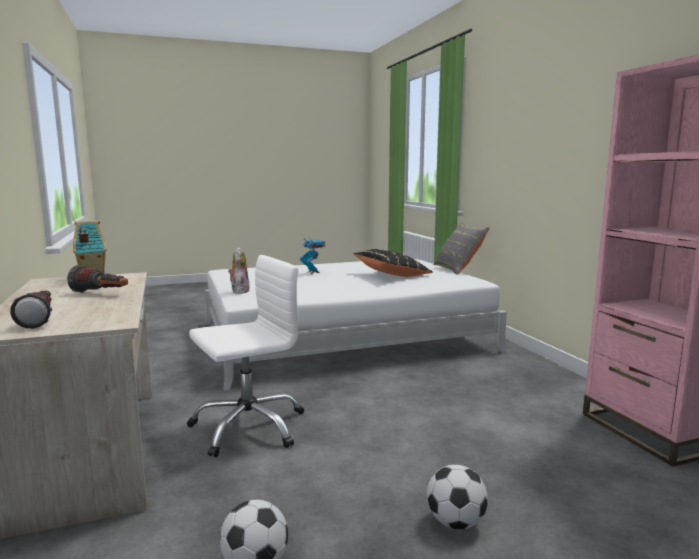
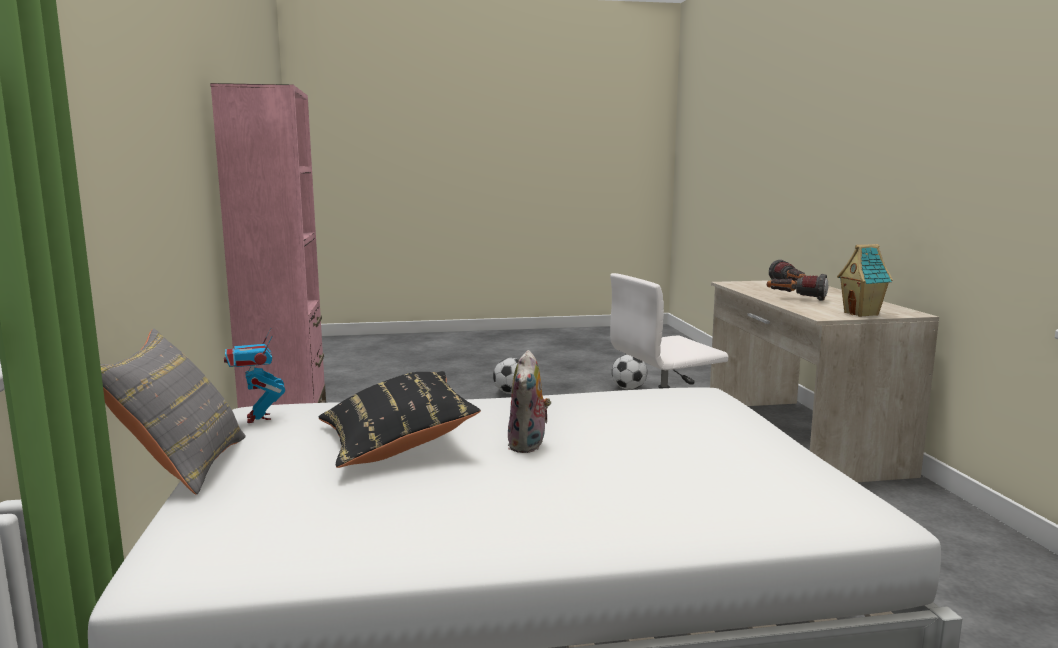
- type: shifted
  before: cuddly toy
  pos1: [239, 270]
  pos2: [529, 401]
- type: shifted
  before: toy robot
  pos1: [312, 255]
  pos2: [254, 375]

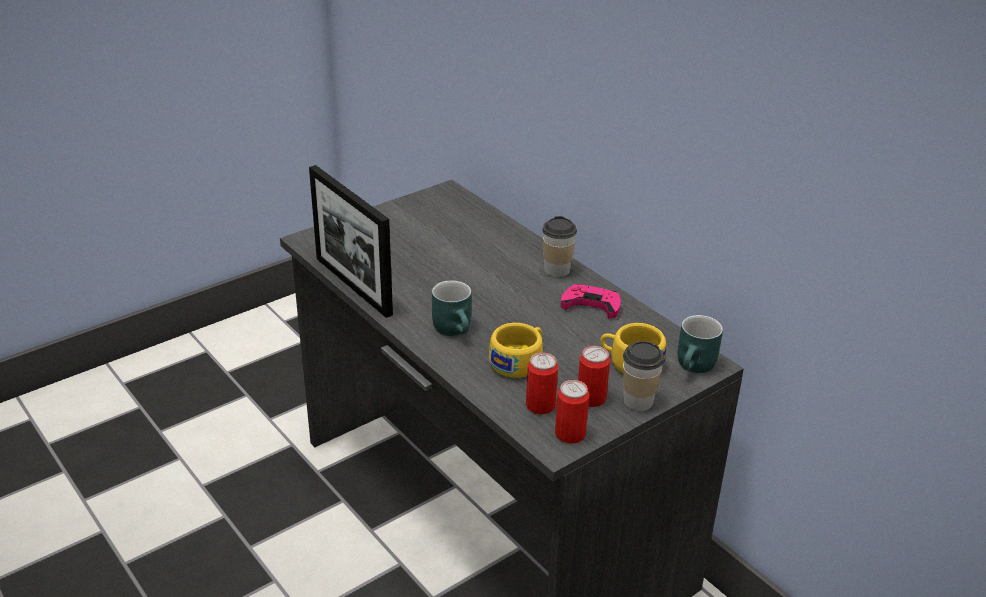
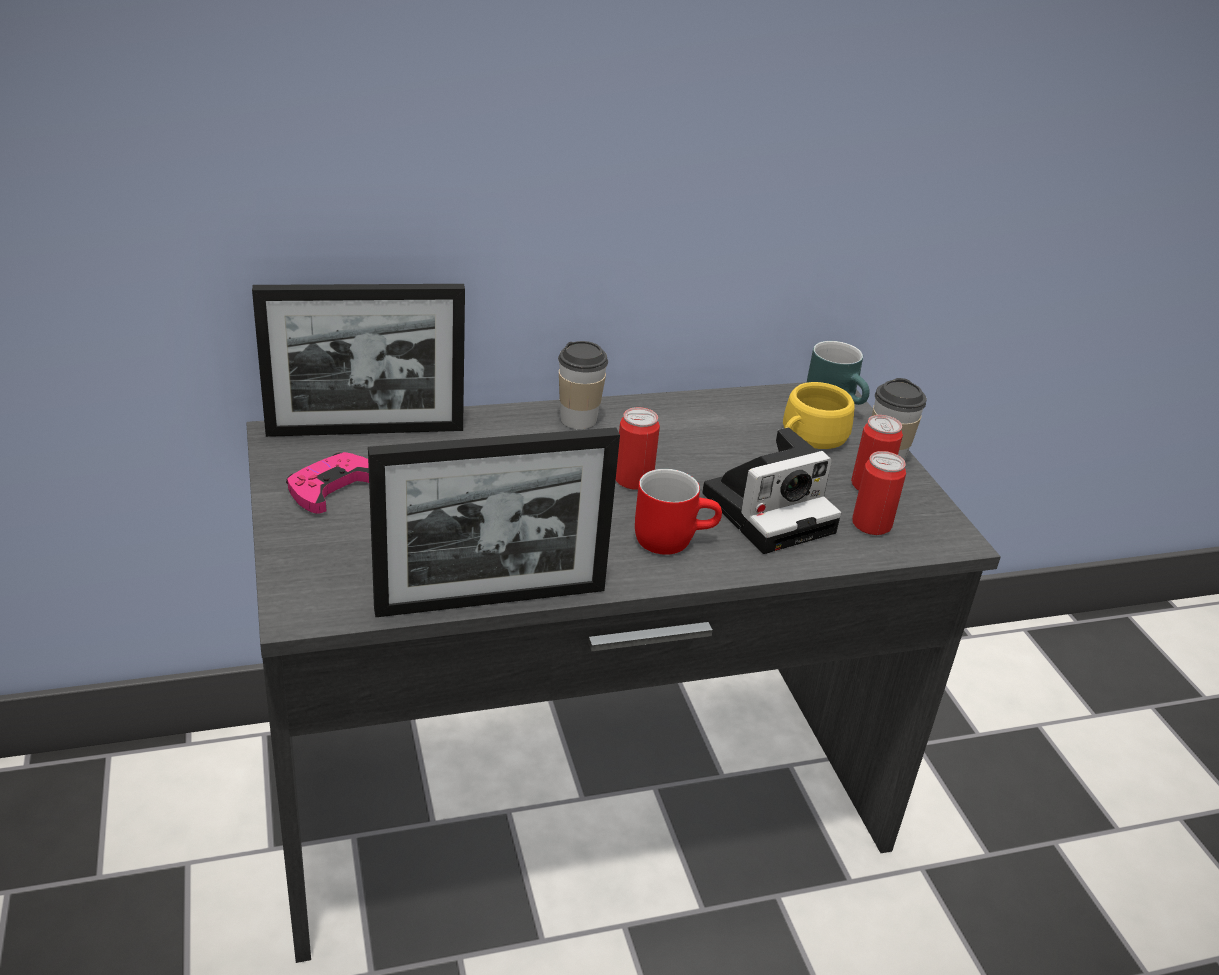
- type: new
  after: picture frame
  pos2: [358, 360]
- type: shifted
  before: can
  pos1: [572, 412]
  pos2: [638, 448]
- type: shifted
  before: joypad in pink-coloured
  pos1: [591, 301]
  pos2: [327, 483]
- type: swapped
  before: drinking cup in yellow
  after: photo camera
  pos1: [516, 350]
  pos2: [771, 491]
- type: repainted
  before: tea mug in turquoise
  after: tea mug in reddish
  pos1: [452, 308]
  pos2: [678, 512]

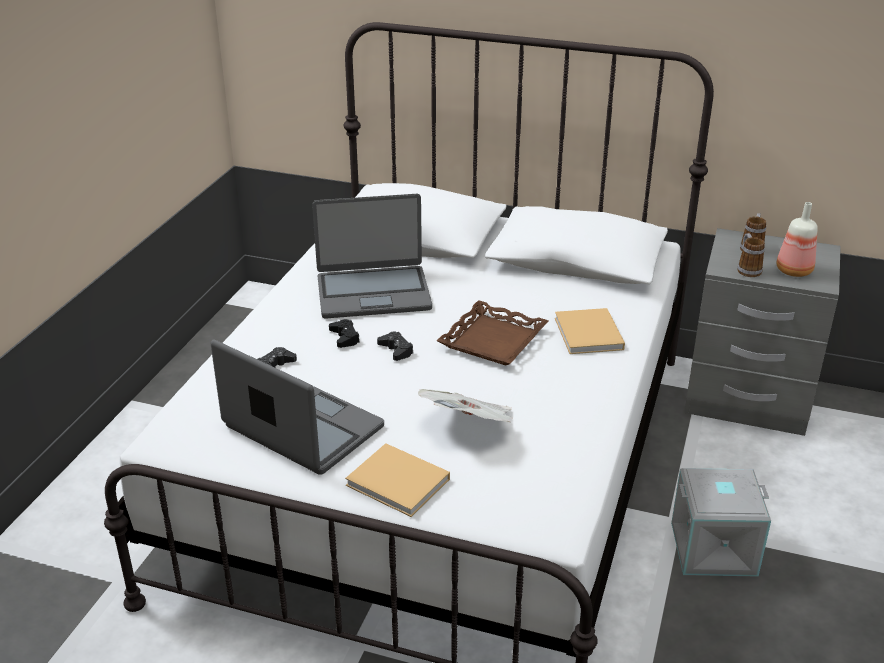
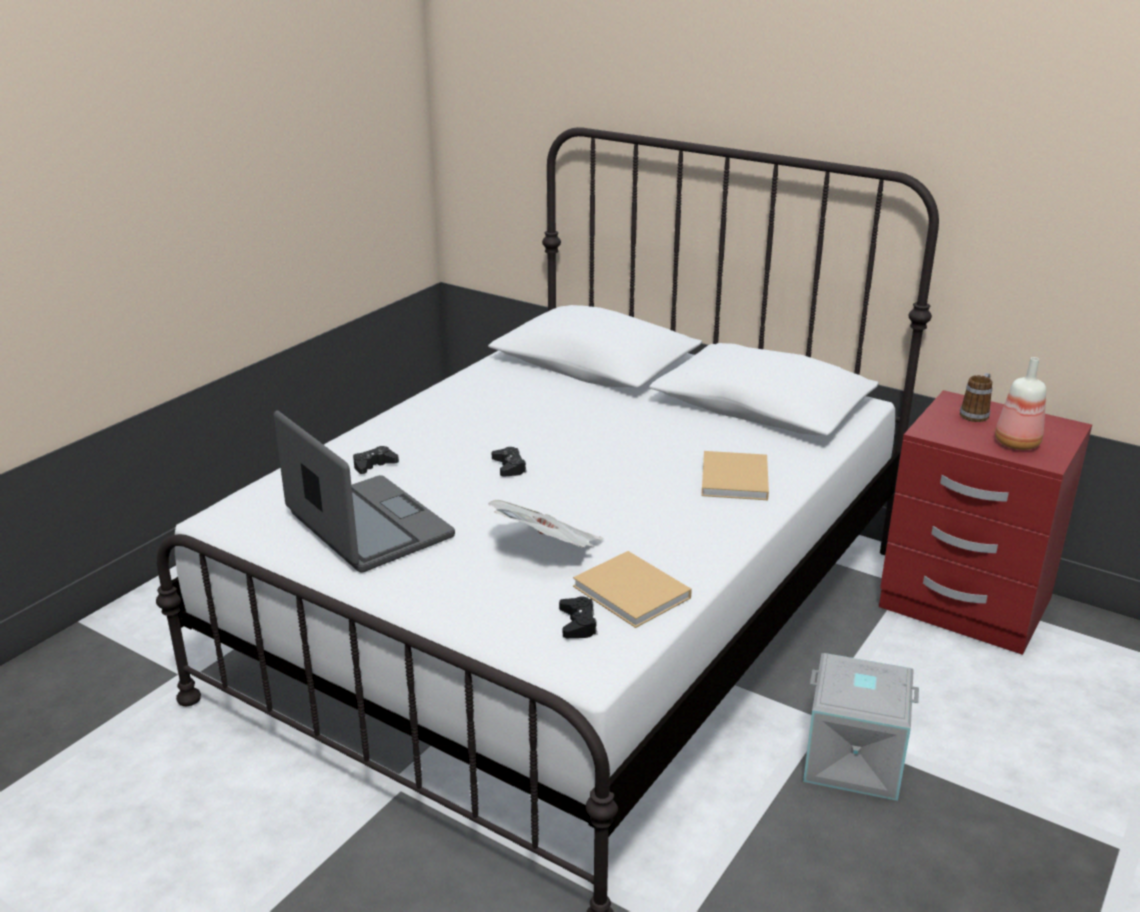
- type: gone
  before: notebook computer
  pos1: [372, 256]
- type: gone
  before: carrying tray in brown-coloured
  pos1: [492, 332]
- type: gone
  before: tea mug
  pos1: [751, 255]
- type: shifted
  before: joypad in blackish
  pos1: [344, 333]
  pos2: [578, 617]
- type: shifted
  before: bound book in sand-coloured
  pos1: [397, 480]
  pos2: [632, 589]
- type: repainted
  before: nightstand in gray
  after: nightstand in reddish
  pos1: [762, 332]
  pos2: [985, 522]

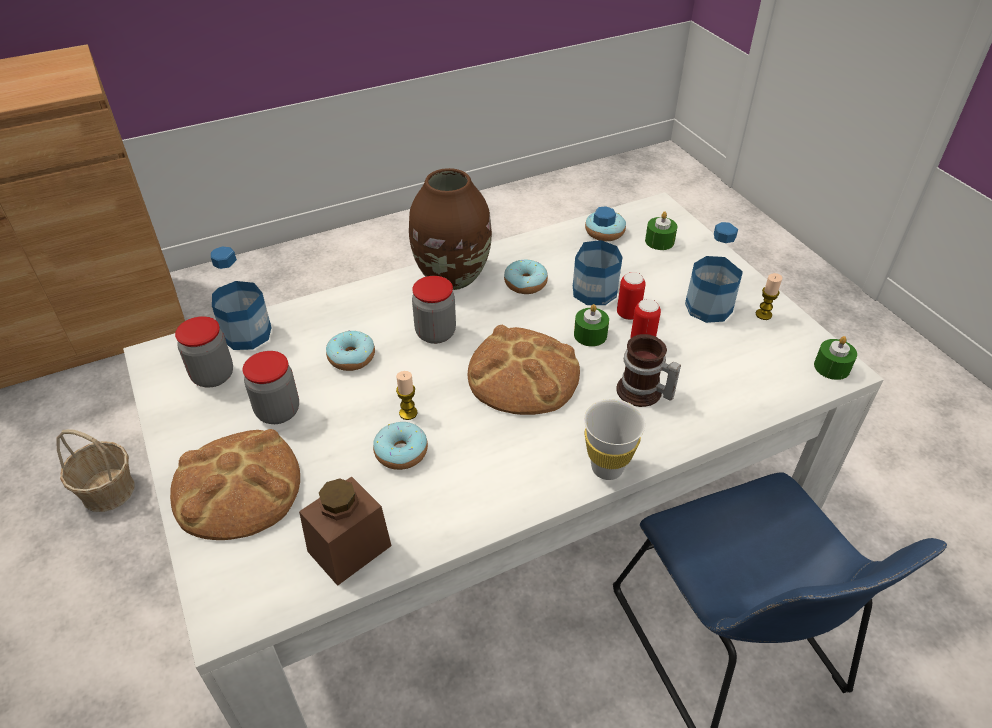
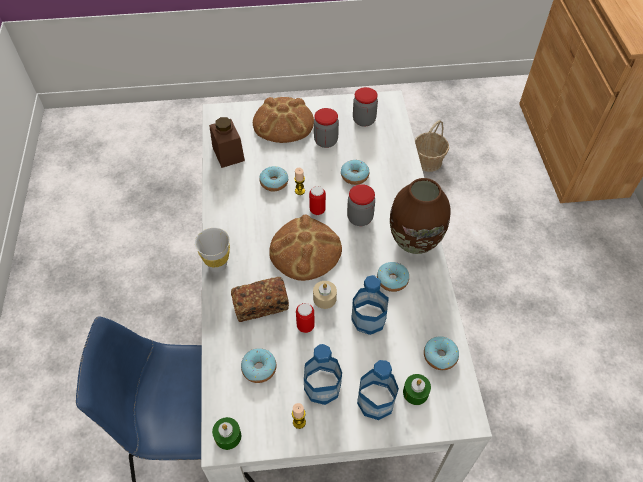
- type: new
  after: donut
  pos2: [258, 365]
- type: shifted
  before: drink bottle
  pos1: [241, 298]
  pos2: [378, 390]
- type: shifted
  before: can
  pos1: [631, 296]
  pos2: [317, 200]
- type: swapped
  before: tea mug
  after: bakery bread
  pos1: [648, 370]
  pos2: [260, 299]
- type: repainted
  before: candle in greenish
  after: candle in sand-coloured
  pos1: [591, 325]
  pos2: [325, 295]

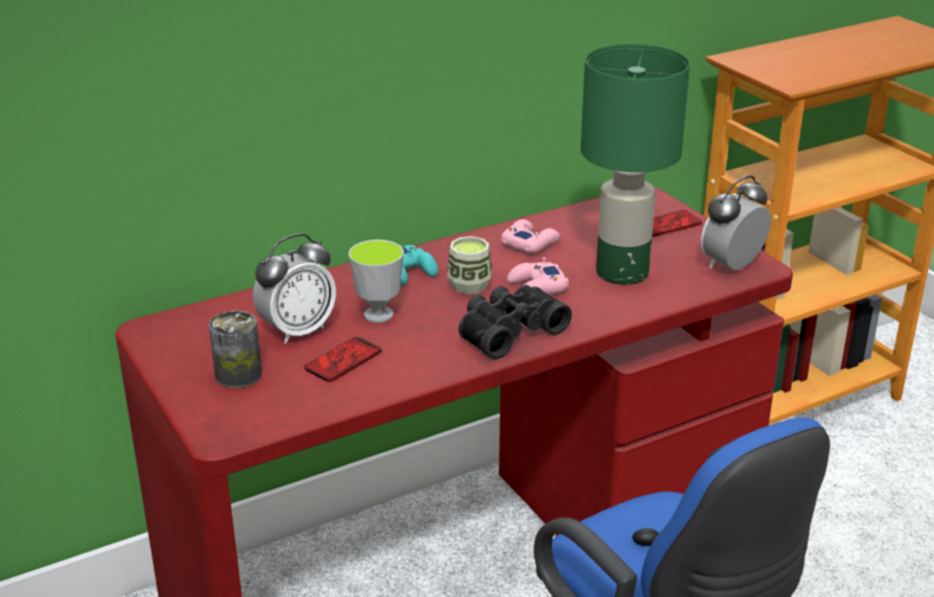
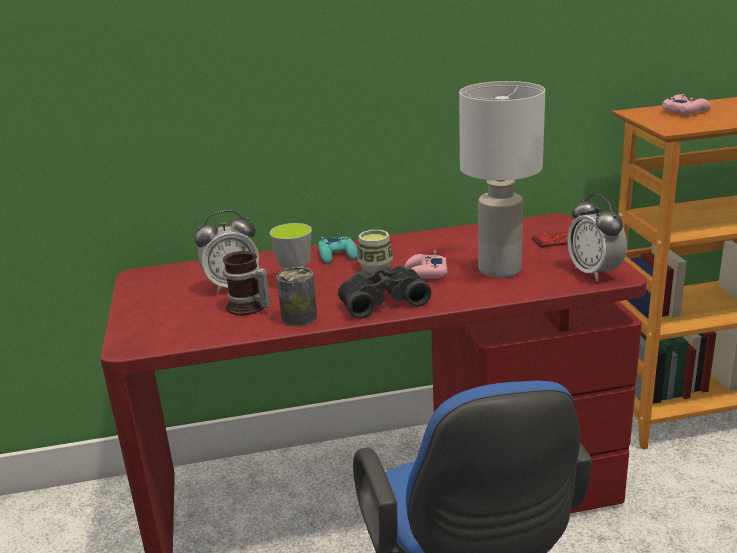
- type: shifted
  before: can
  pos1: [235, 349]
  pos2: [297, 296]
- type: shifted
  before: joypad in pink-coloured
  pos1: [530, 236]
  pos2: [686, 104]
- type: swapped
  before: phone
  after: tea mug
  pos1: [343, 359]
  pos2: [246, 283]
- type: repainted
  before: tabletop lamp in greenish
  after: tabletop lamp in white-coloured
  pos1: [635, 164]
  pos2: [502, 179]
- type: rotated
  before: alarm clock
  pos1: [736, 222]
  pos2: [597, 237]
  turn: -90

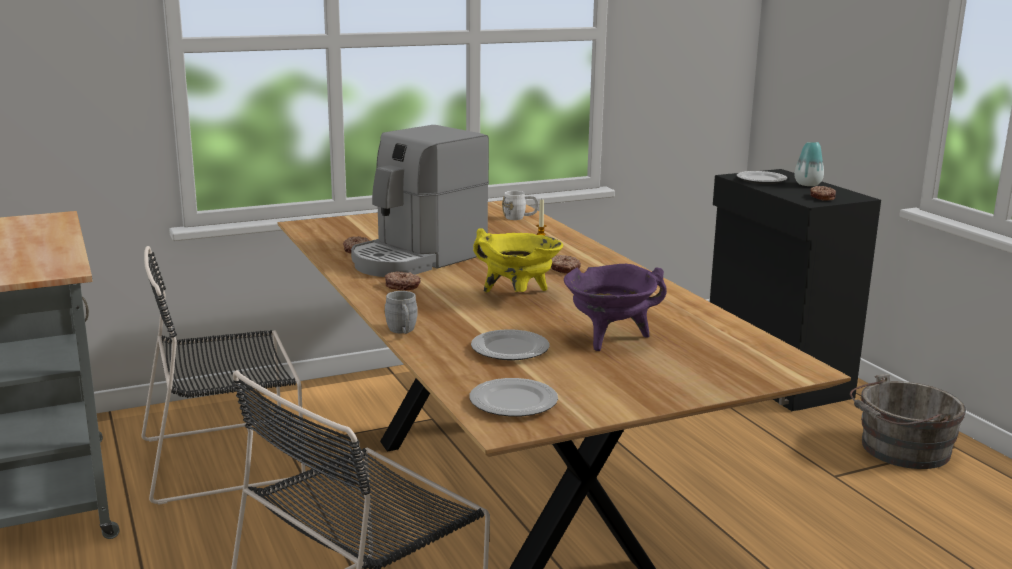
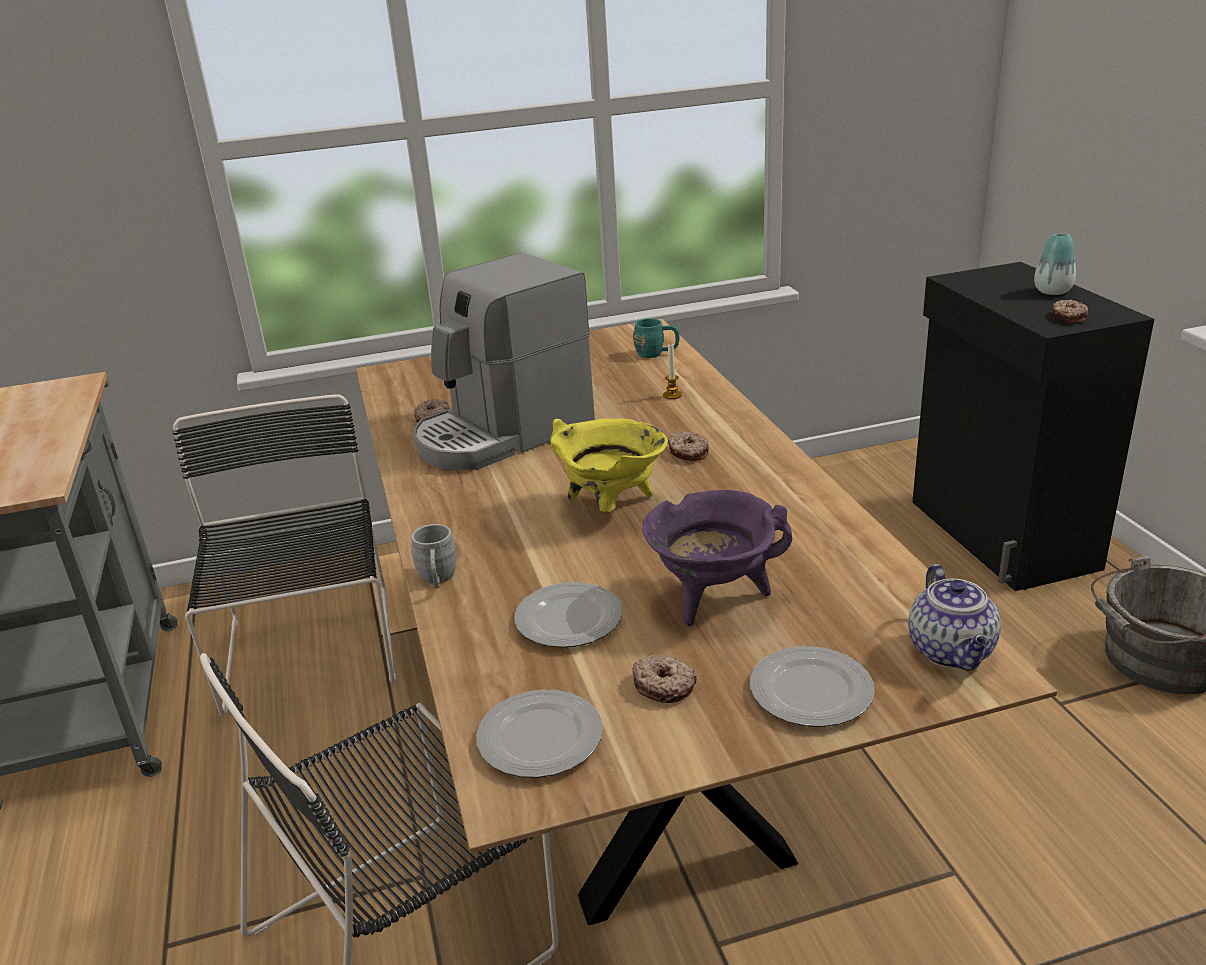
- type: new
  after: tea pot
  pos2: [954, 617]
- type: shifted
  before: donut
  pos1: [403, 280]
  pos2: [664, 679]
- type: shifted
  before: dinner plate
  pos1: [762, 177]
  pos2: [812, 686]
- type: repainted
  before: tea mug in white-coloured
  after: tea mug in turquoise
  pos1: [520, 205]
  pos2: [656, 338]
- type: rotated
  before: upright chair in blackish
  pos1: [223, 375]
  pos2: [284, 555]
  turn: 90

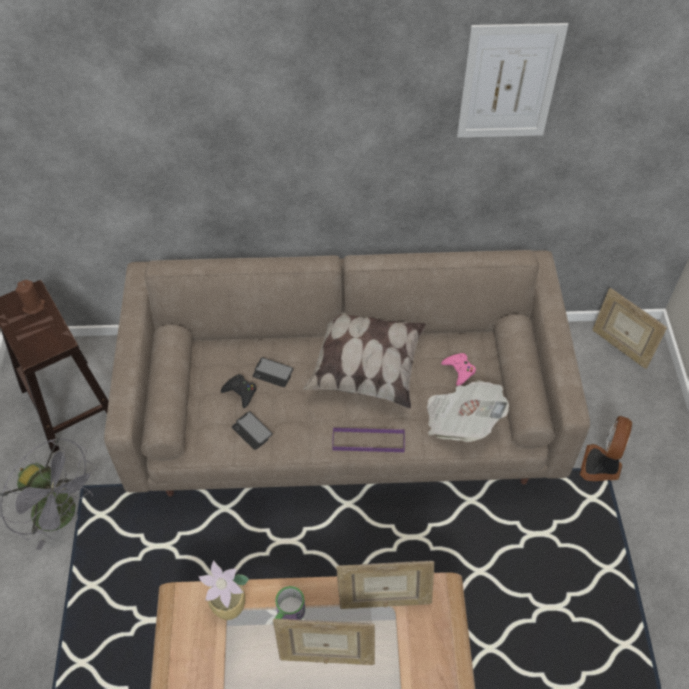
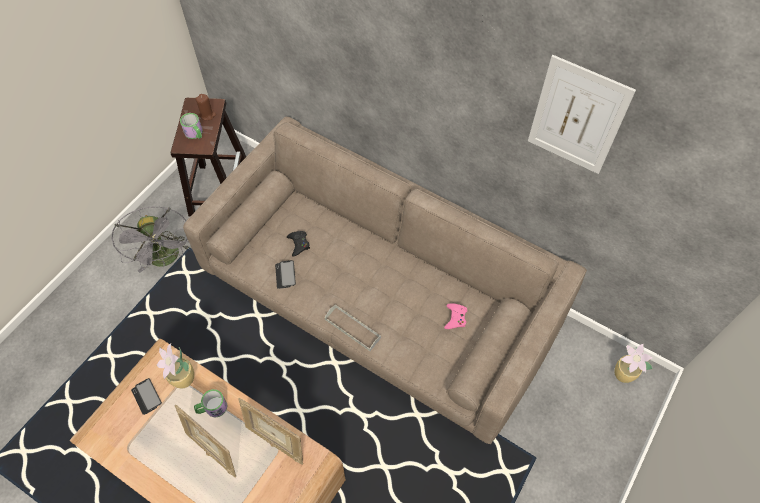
- type: gone
  before: pillow
  pos1: [364, 360]
- type: gone
  before: daily paper
  pos1: [468, 411]
- type: gone
  before: electric fan
  pos1: [606, 448]
- type: new
  after: tea mug
  pos2: [191, 126]
- type: shifted
  before: phone
  pos1: [273, 372]
  pos2: [146, 396]
- type: swapped
  before: picture frame
  after: potted plant
  pos1: [630, 328]
  pos2: [634, 363]
- type: repainted
  before: carrying tray in purple-coloured
  after: carrying tray in gray
  pos1: [368, 439]
  pos2: [353, 328]

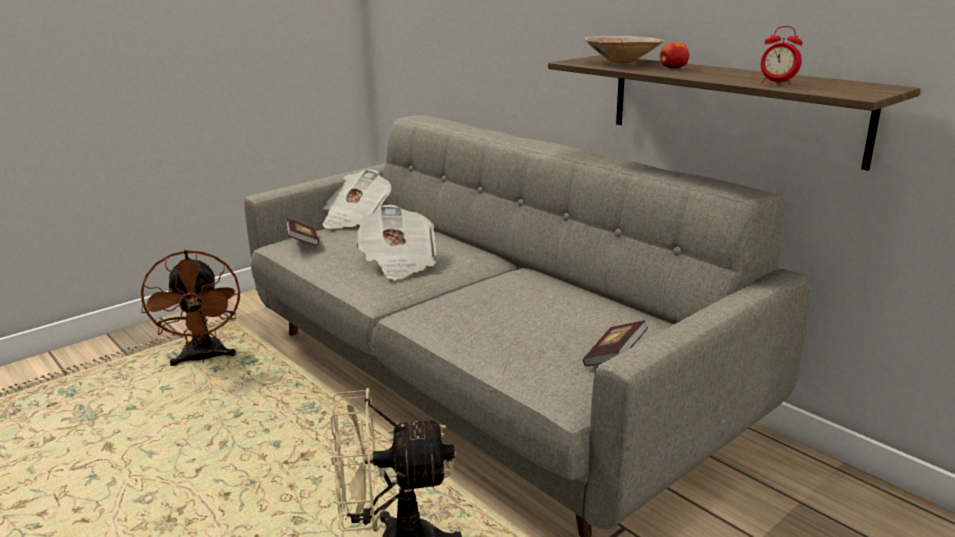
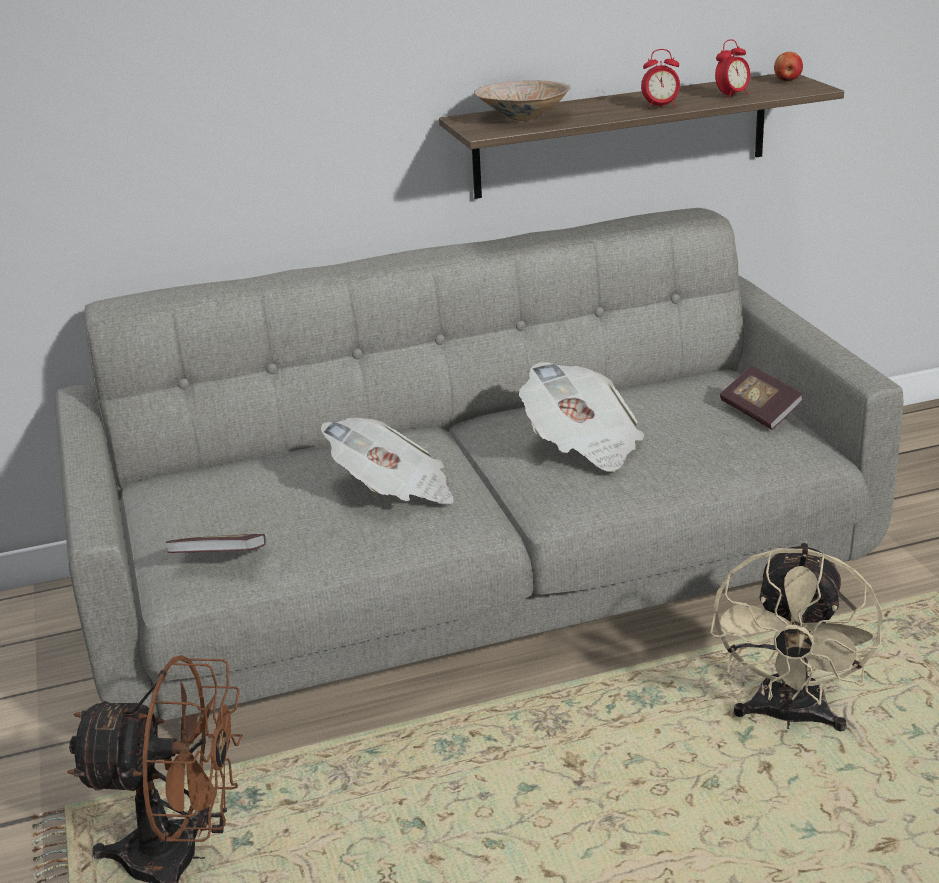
- type: new
  after: alarm clock
  pos2: [660, 79]
- type: shifted
  before: daily paper
  pos1: [356, 199]
  pos2: [582, 417]
- type: shifted
  before: whole apple
  pos1: [674, 55]
  pos2: [788, 67]

